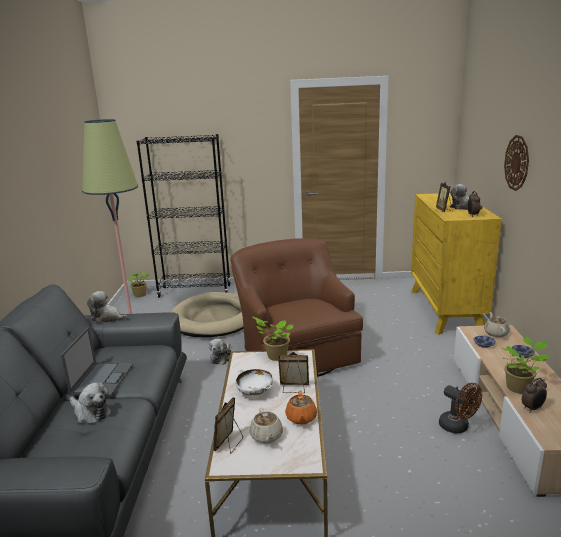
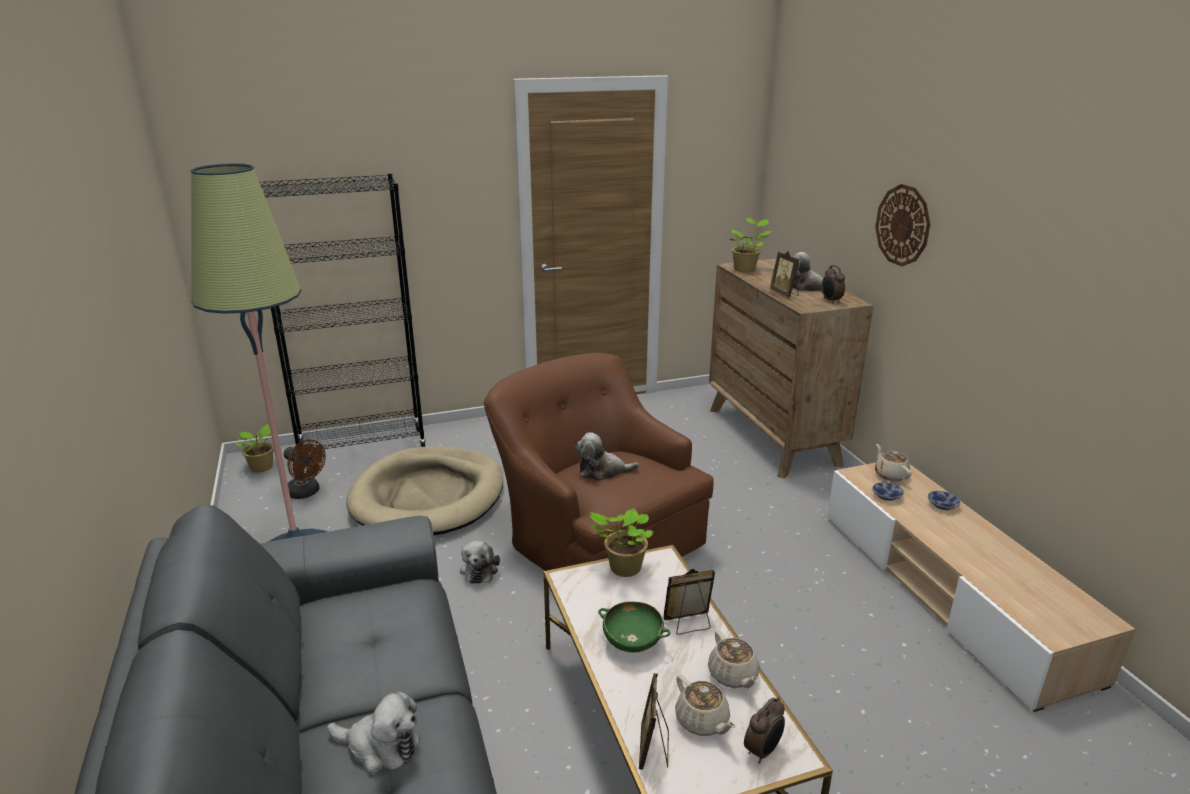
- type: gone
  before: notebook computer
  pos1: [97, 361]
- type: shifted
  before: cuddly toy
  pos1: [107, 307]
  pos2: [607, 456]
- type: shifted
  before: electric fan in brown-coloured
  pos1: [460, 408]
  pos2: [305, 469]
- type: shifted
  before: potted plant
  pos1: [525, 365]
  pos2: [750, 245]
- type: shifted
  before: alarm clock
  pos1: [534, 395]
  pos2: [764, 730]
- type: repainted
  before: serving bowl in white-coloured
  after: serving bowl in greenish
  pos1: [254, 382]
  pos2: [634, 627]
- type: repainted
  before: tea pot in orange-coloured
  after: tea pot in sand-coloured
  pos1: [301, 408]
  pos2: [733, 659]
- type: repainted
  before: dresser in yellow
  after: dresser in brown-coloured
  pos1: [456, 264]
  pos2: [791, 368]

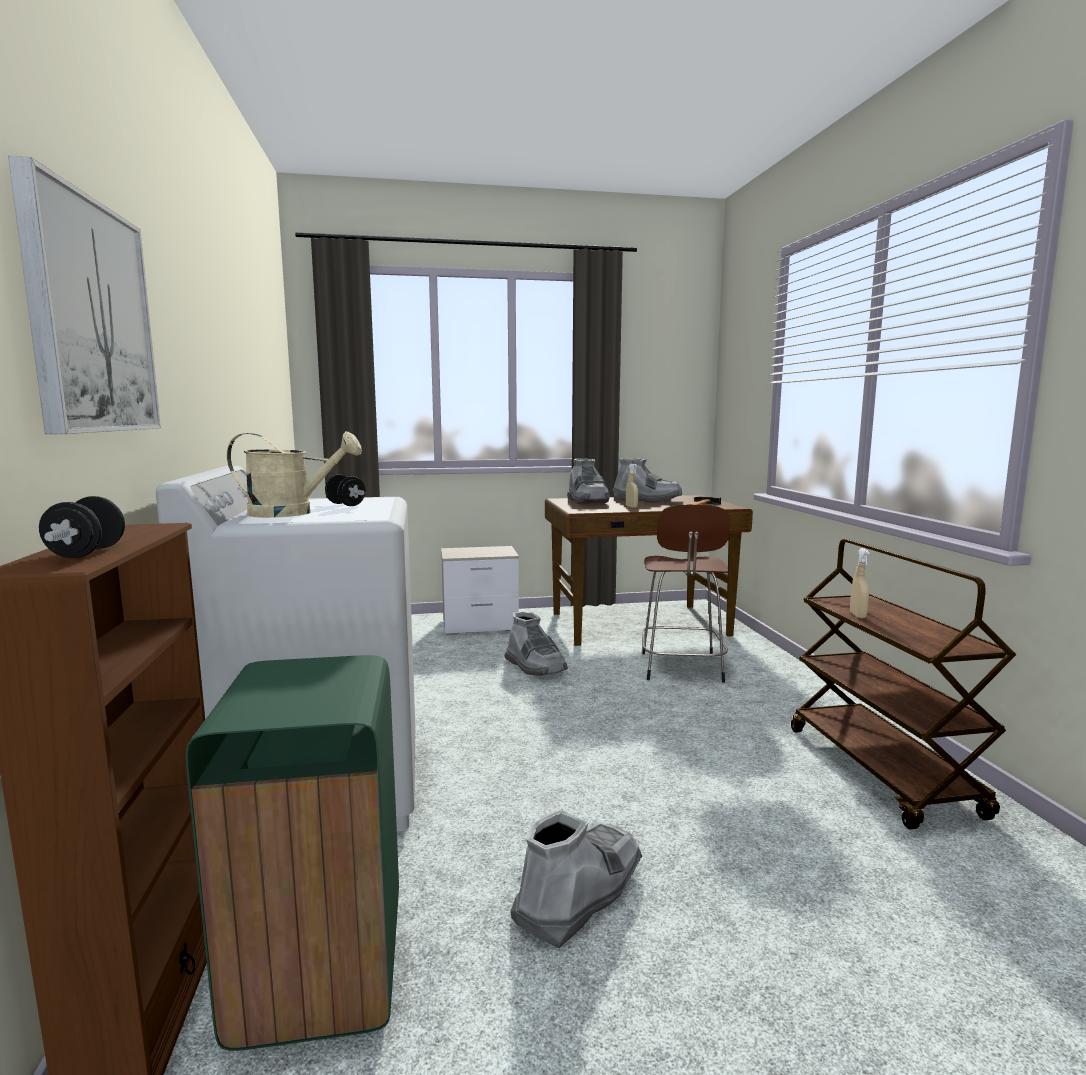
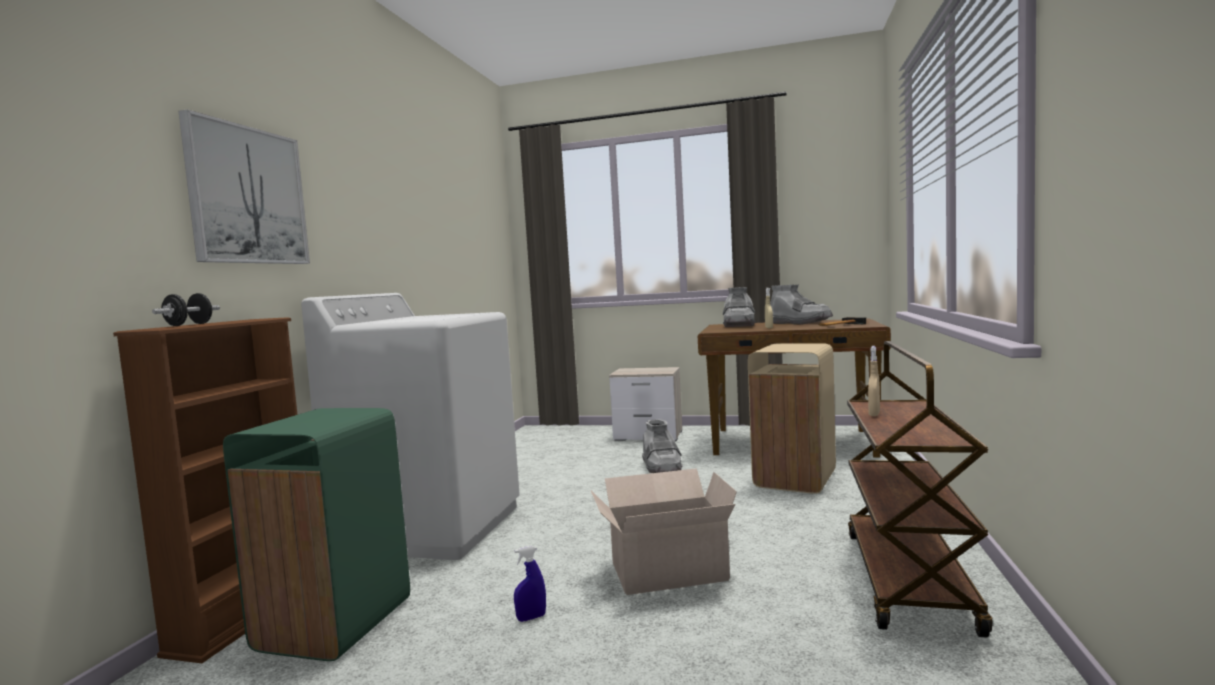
- type: gone
  before: watering can in sand-coloured
  pos1: [294, 475]
- type: gone
  before: dumbbell in blackish
  pos1: [345, 490]
- type: new
  after: cardboard box
  pos2: [664, 531]
- type: swapped
  before: boot in gray
  after: hand sprayer in blue
  pos1: [576, 878]
  pos2: [530, 584]
- type: swapped
  before: stool seat in brown-coloured
  after: trash can in sand-coloured
  pos1: [686, 594]
  pos2: [792, 418]

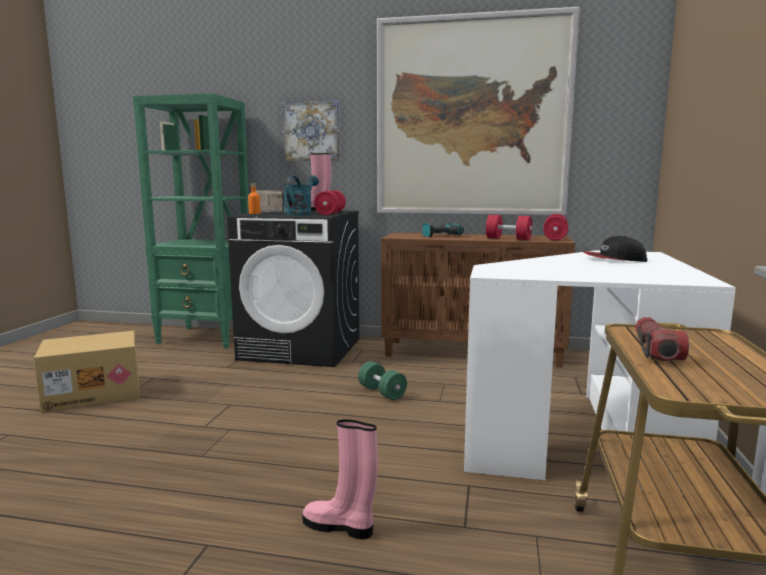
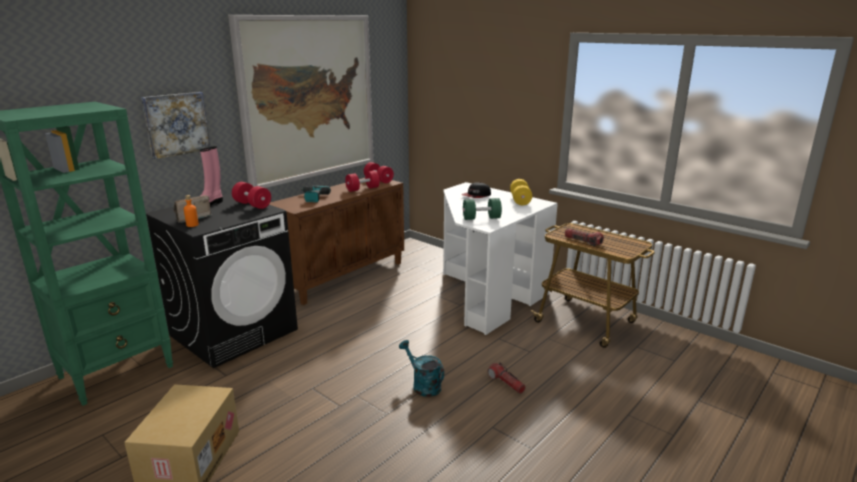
- type: new
  after: dumbbell in yellow
  pos2: [521, 192]
- type: shifted
  before: watering can in turquoise
  pos1: [301, 195]
  pos2: [421, 368]
- type: shifted
  before: dumbbell in greenish
  pos1: [382, 380]
  pos2: [482, 209]
- type: swapped
  before: boot in pink-coloured
  after: torch
  pos1: [340, 479]
  pos2: [507, 378]

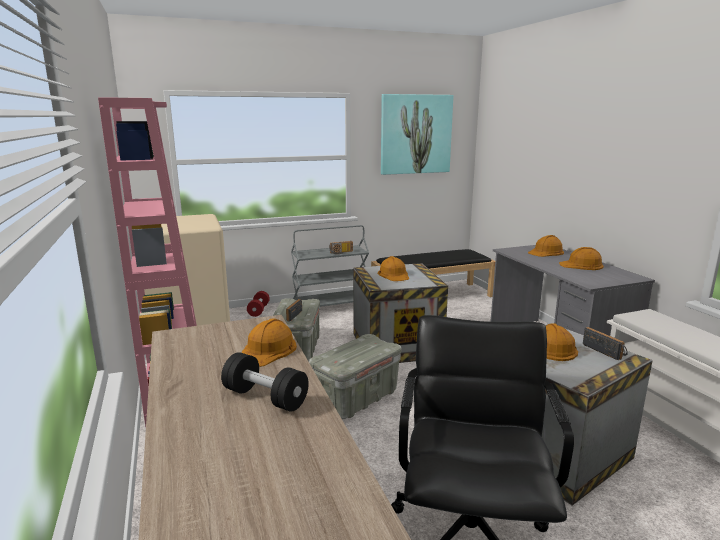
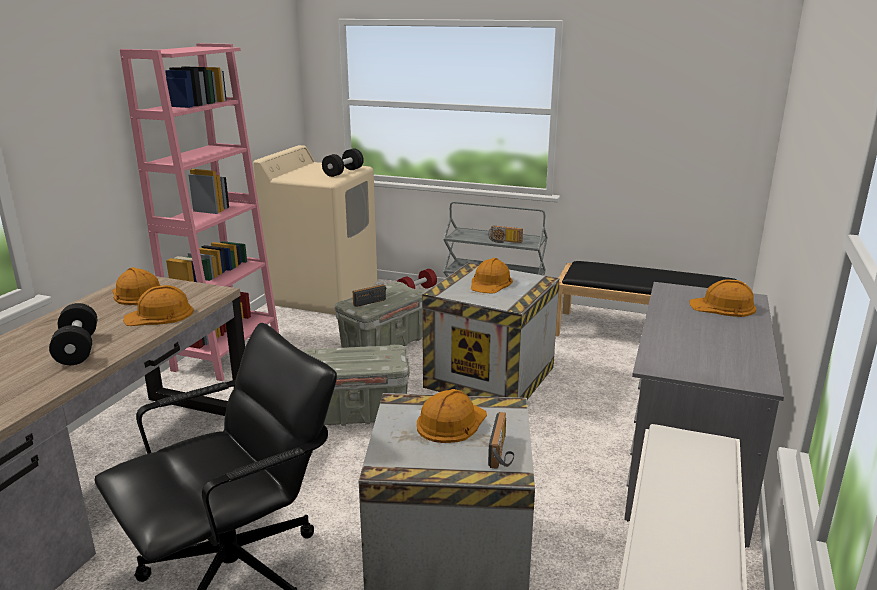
- type: gone
  before: wall art
  pos1: [417, 134]
- type: new
  after: dumbbell in blackish
  pos2: [343, 163]
- type: shifted
  before: work helmet in orange-coloured
  pos1: [581, 258]
  pos2: [136, 286]

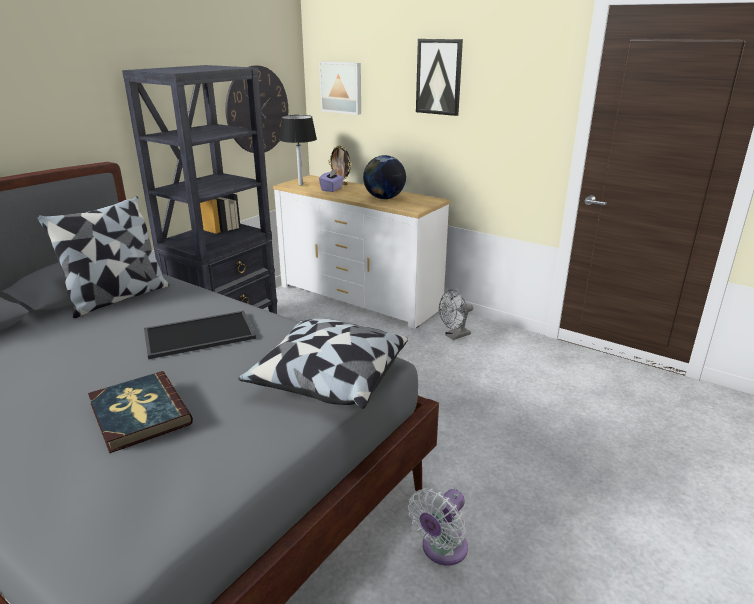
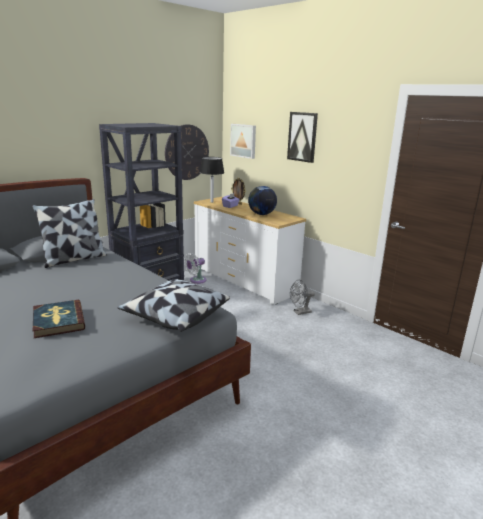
- type: gone
  before: carrying tray
  pos1: [200, 335]
- type: shifted
  before: electric fan in white-coloured
  pos1: [438, 527]
  pos2: [195, 268]

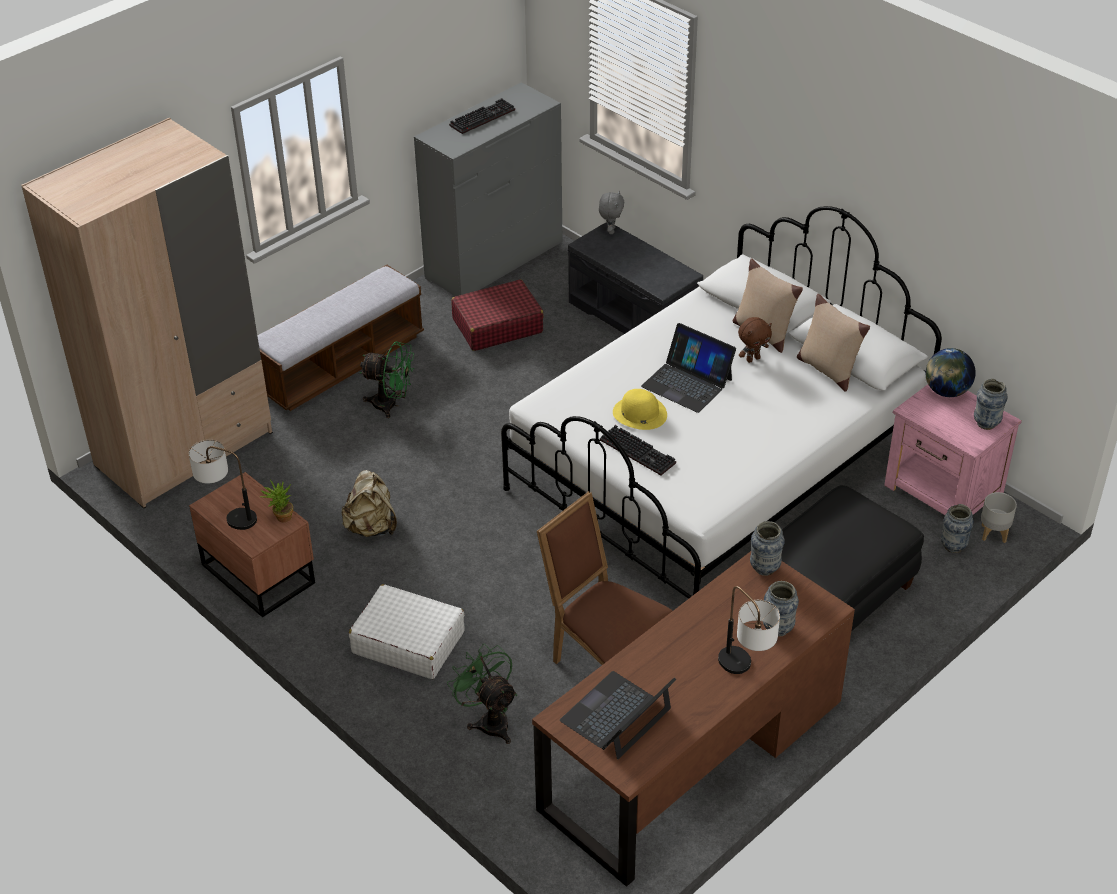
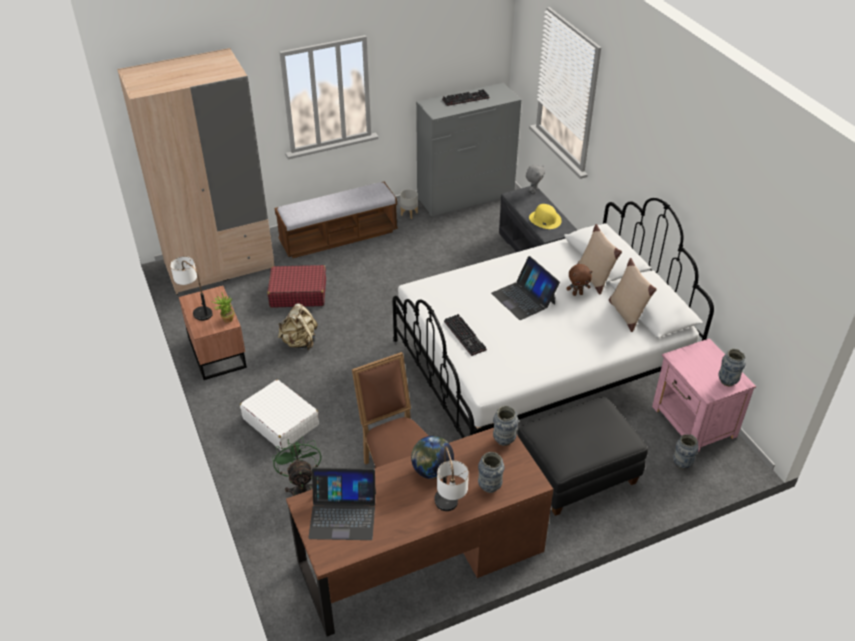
- type: gone
  before: electric fan in greenish
  pos1: [386, 379]
- type: shifted
  before: travel case in reddish
  pos1: [497, 315]
  pos2: [296, 286]
- type: shifted
  before: hat in yellow
  pos1: [640, 409]
  pos2: [545, 216]
- type: shifted
  before: globe
  pos1: [950, 372]
  pos2: [432, 457]
- type: shifted
  before: flower pot in gray
  pos1: [999, 517]
  pos2: [409, 204]
- type: rotated
  before: notebook computer
  pos1: [618, 715]
  pos2: [342, 504]
  turn: -150

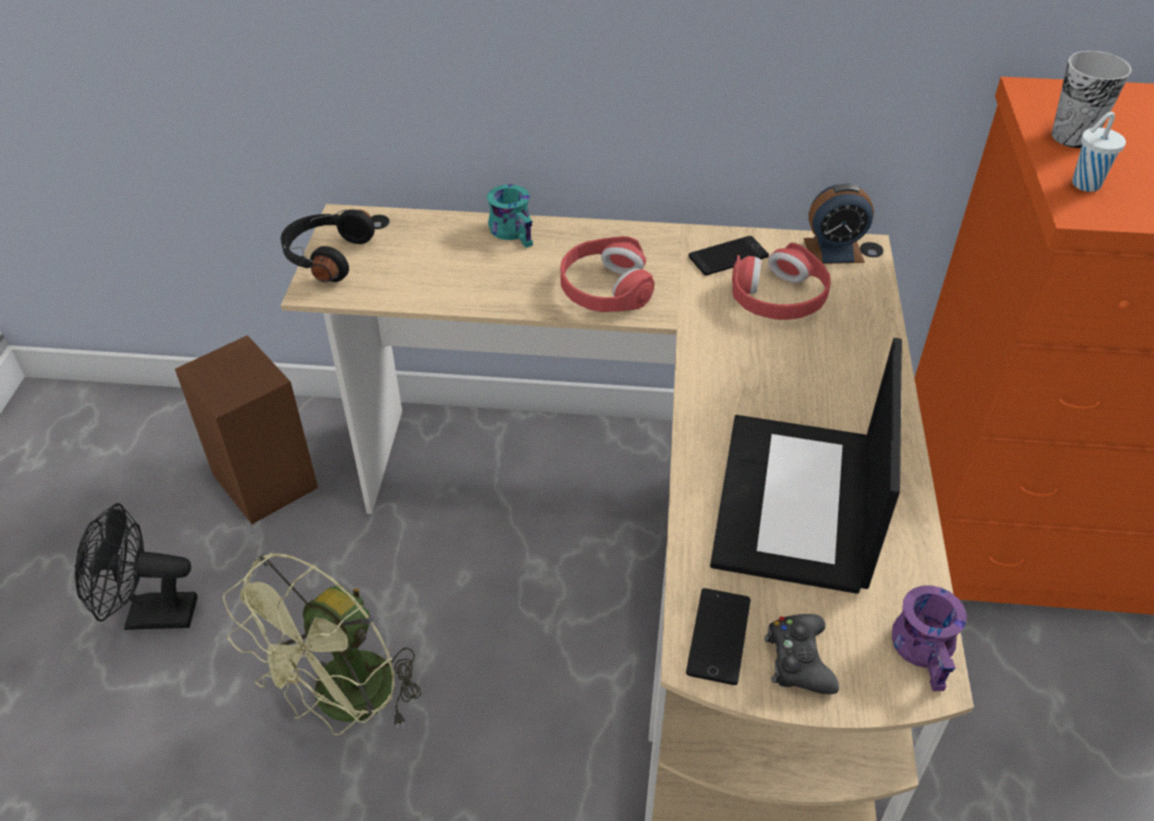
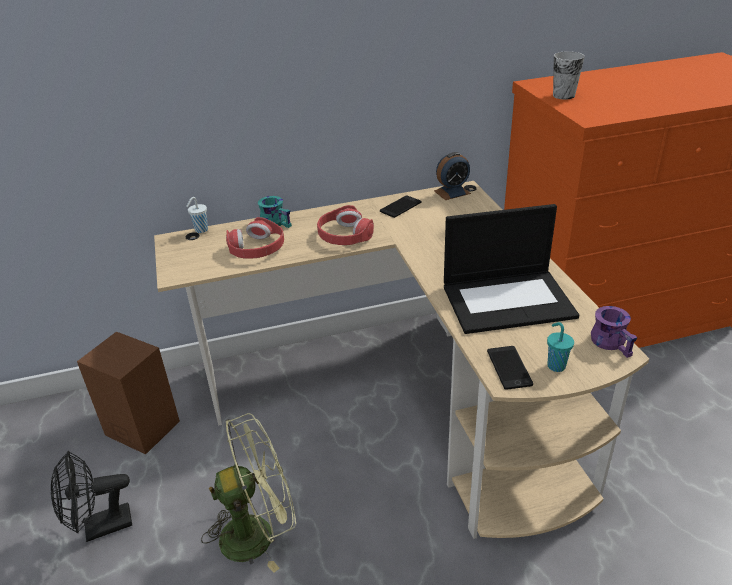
- type: gone
  before: pair of headphones in blackish
  pos1: [327, 245]
- type: shifted
  before: pair of headphones in reddish
  pos1: [781, 281]
  pos2: [255, 238]
- type: shifted
  before: drinking cup in white-coloured
  pos1: [1099, 152]
  pos2: [197, 215]
- type: swapped
  before: joypad in blackish
  after: drinking cup in turquoise
  pos1: [801, 654]
  pos2: [560, 347]
- type: rotated
  before: electric fan in greenish
  pos1: [322, 644]
  pos2: [248, 493]
  turn: -120
- type: rotated
  before: notebook computer
  pos1: [806, 466]
  pos2: [511, 269]
  turn: -90

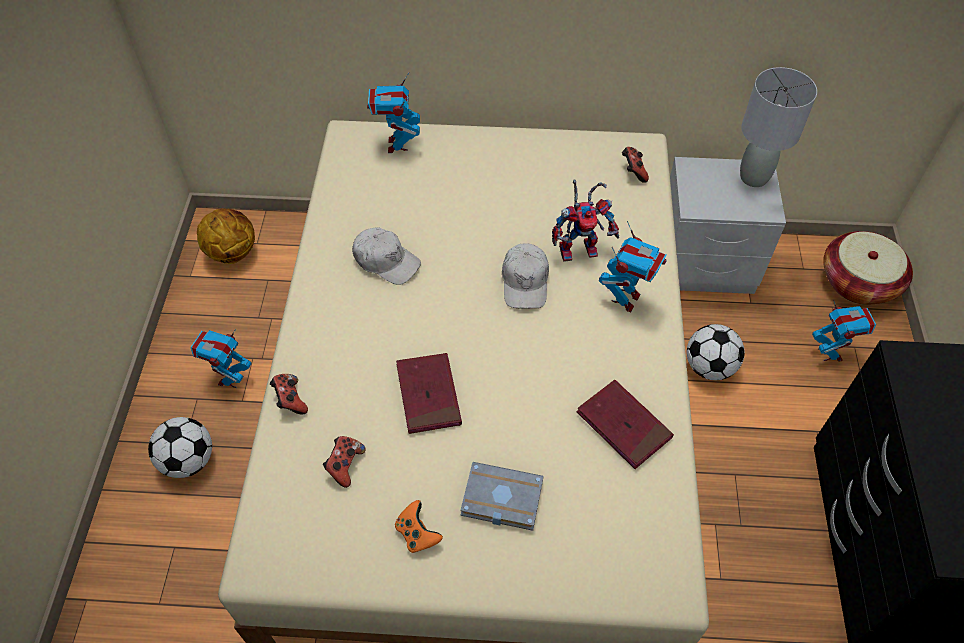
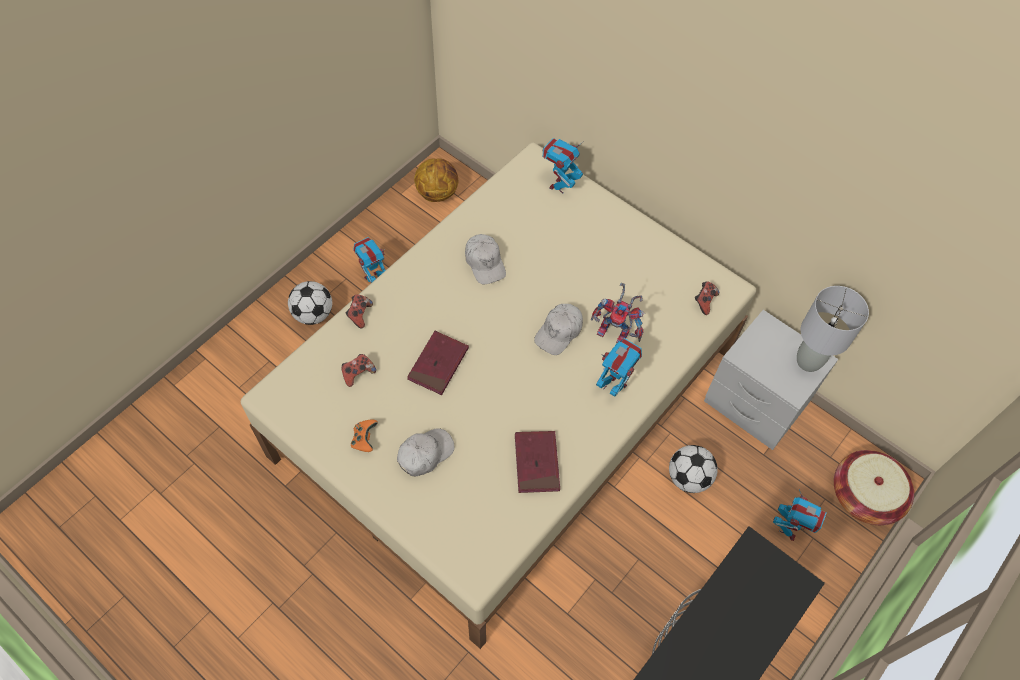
- type: swapped
  before: bound book in gray
  after: cap in white-coloured
  pos1: [502, 496]
  pos2: [426, 452]
- type: rotated
  before: toy robot
  pos1: [633, 266]
  pos2: [619, 367]
  turn: -120

